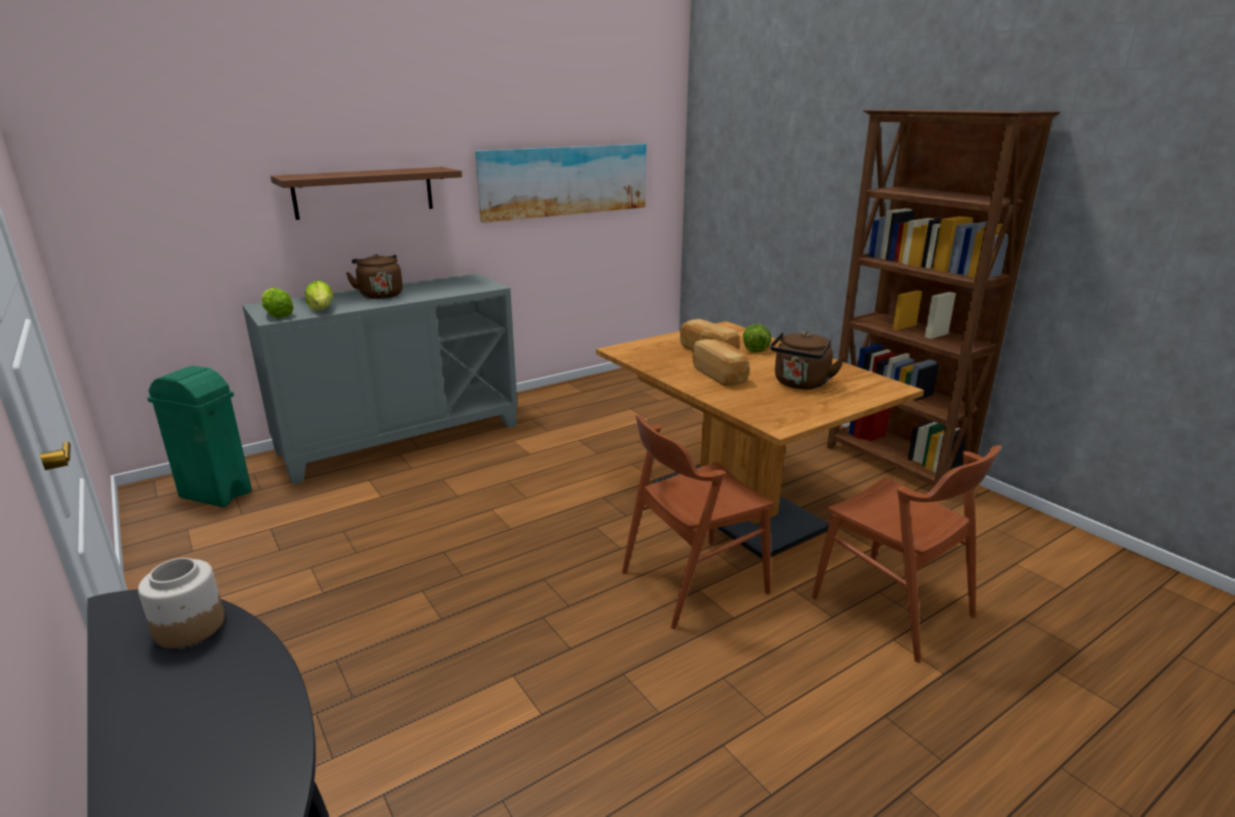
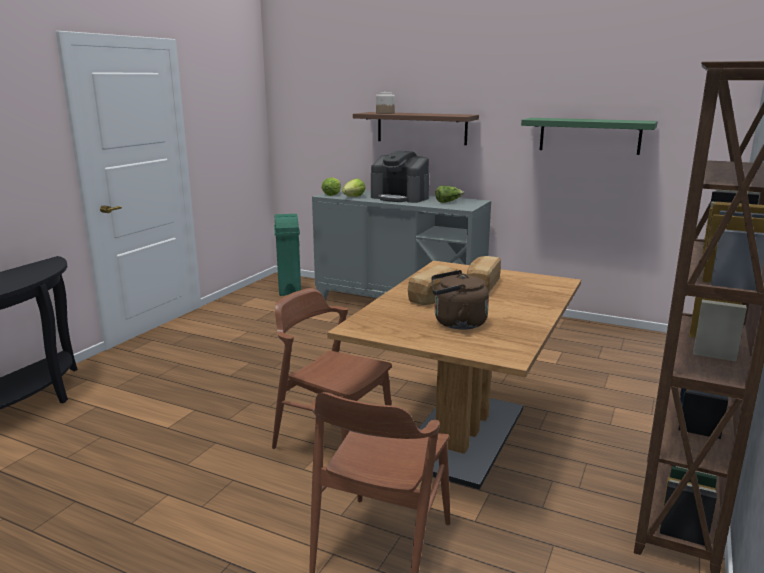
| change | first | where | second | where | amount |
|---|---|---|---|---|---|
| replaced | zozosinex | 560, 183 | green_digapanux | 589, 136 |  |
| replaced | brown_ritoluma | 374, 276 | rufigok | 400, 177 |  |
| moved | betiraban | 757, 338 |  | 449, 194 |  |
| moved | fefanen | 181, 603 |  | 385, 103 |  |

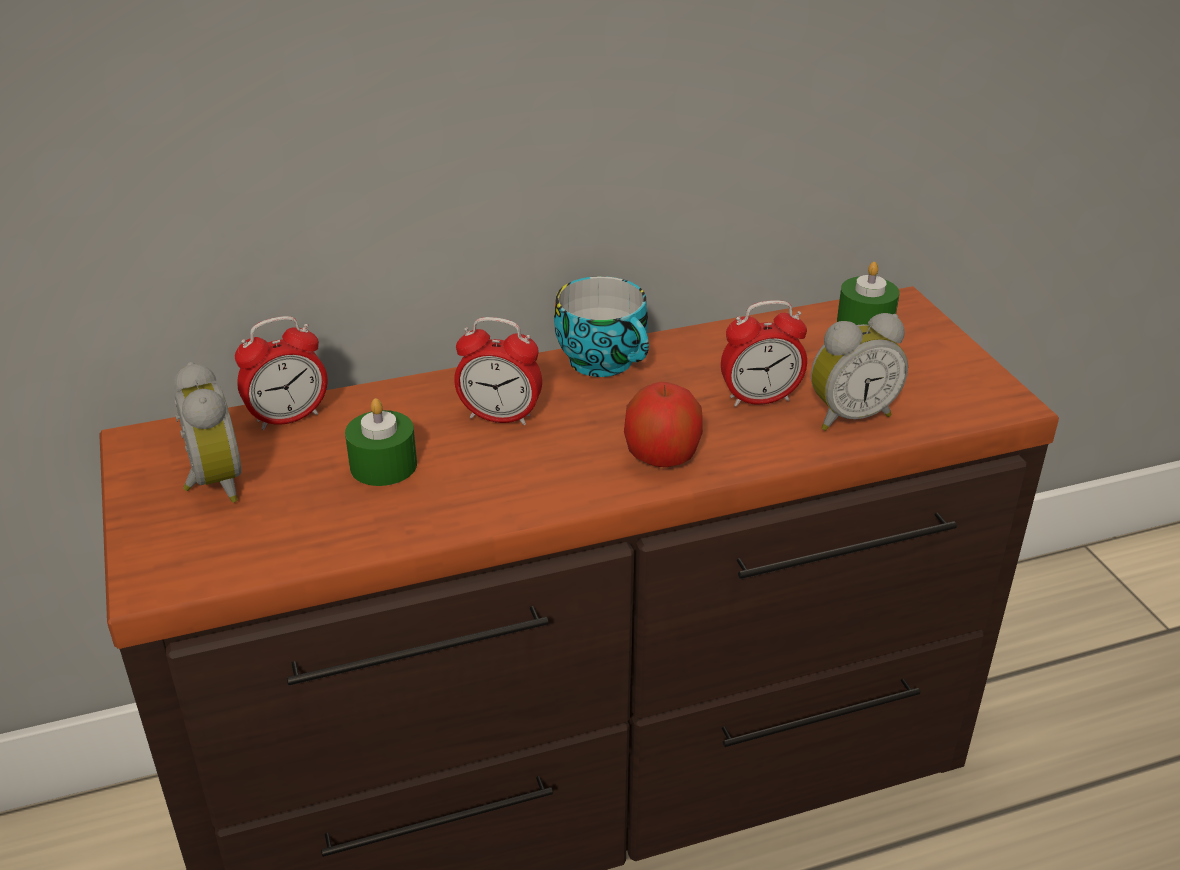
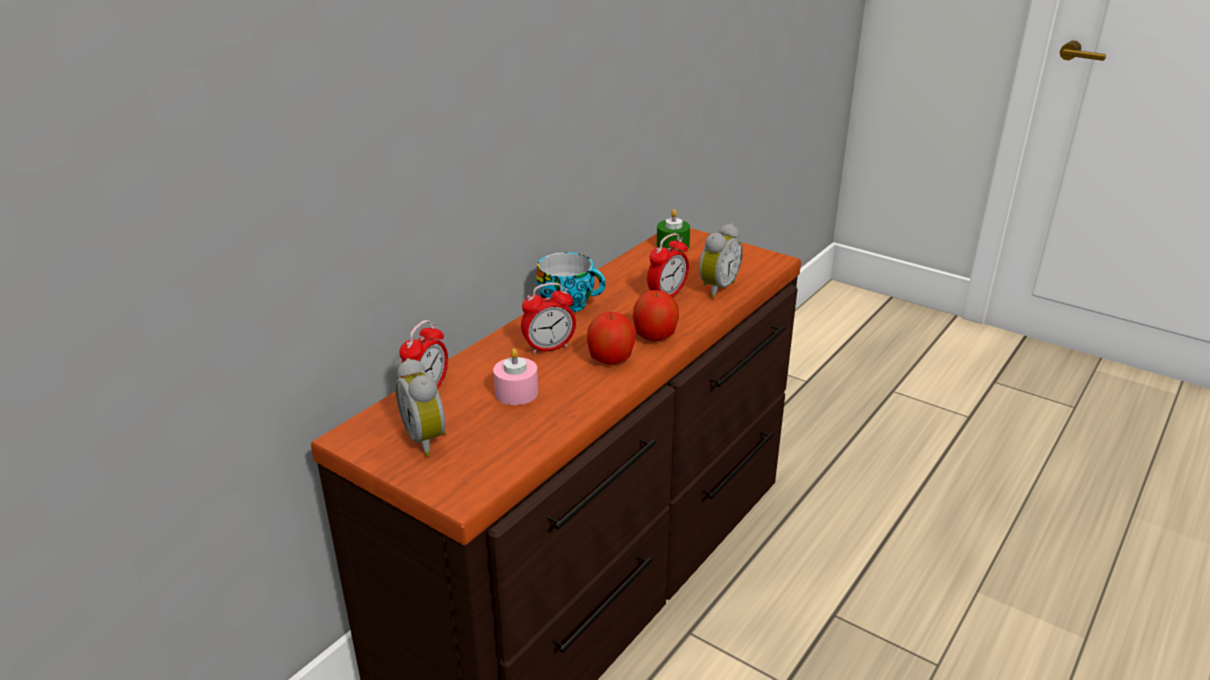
| change | first | where | second | where | amount |
|---|---|---|---|---|---|
| turned | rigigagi | 208, 432 |  | 420, 407 | 150 degrees counterclockwise |
| recoloured | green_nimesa | 381, 442 | pink_nimesa | 515, 376 |  |
| added |  |  | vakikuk | 611, 338 |  |

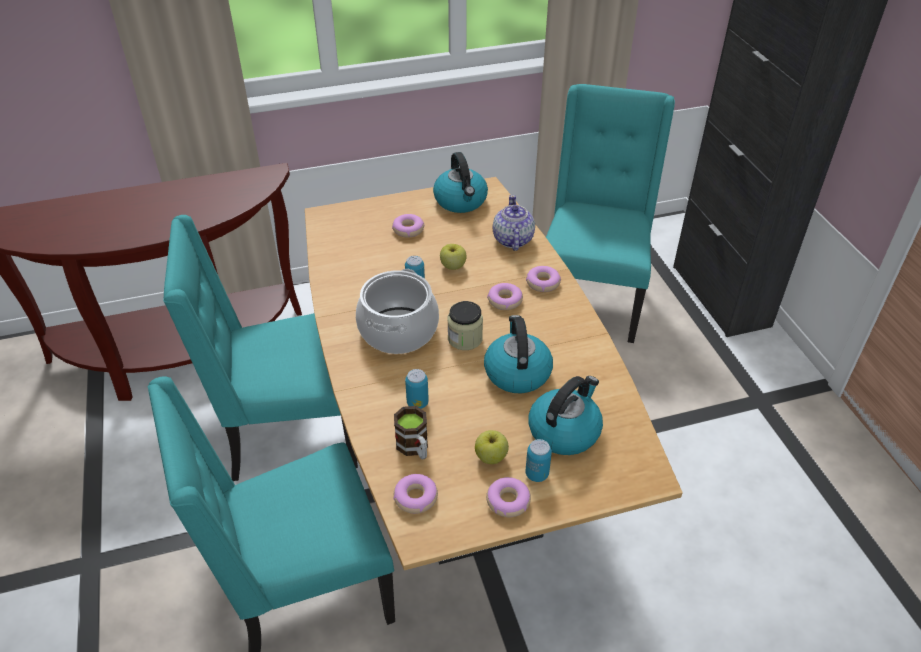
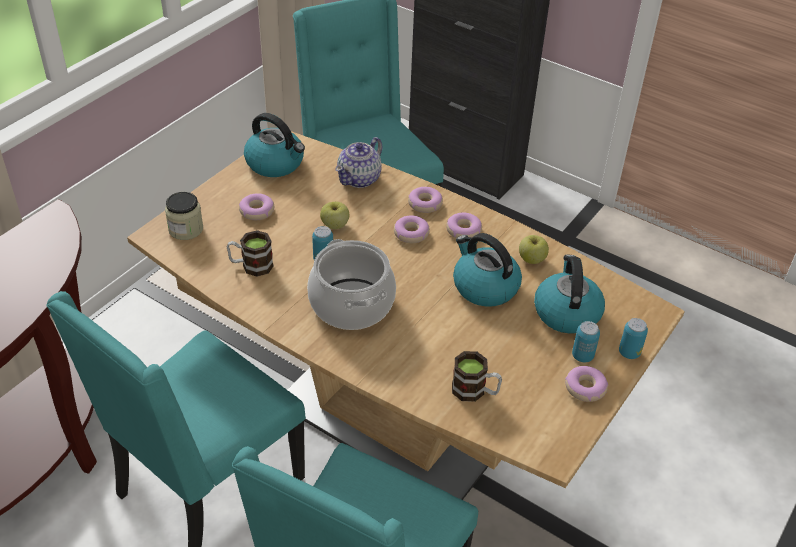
| change | first | where | second | where | amount |
|---|---|---|---|---|---|
| turned | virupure | 514, 223 |  | 358, 162 | 105 degrees counterclockwise |
| moved | fefanen | 465, 325 |  | 184, 216 |  |
| moved | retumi | 417, 389 |  | 633, 338 |  |
| moved | vakikuk | 492, 447 |  | 534, 249 |  |
| moved | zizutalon | 415, 494 |  | 464, 225 |  |
| added |  |  | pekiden | 250, 253 |  |

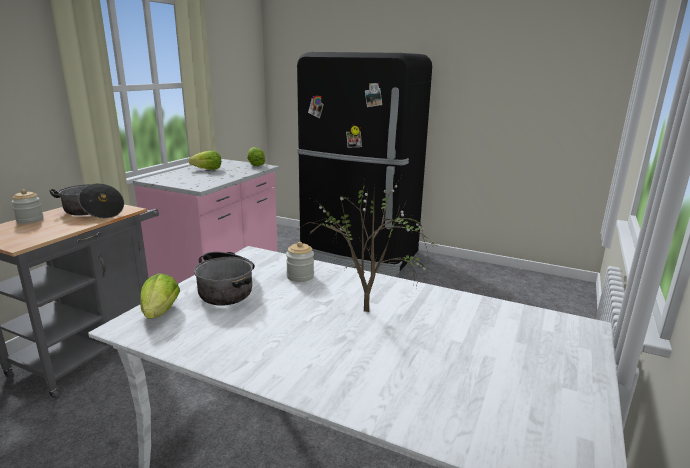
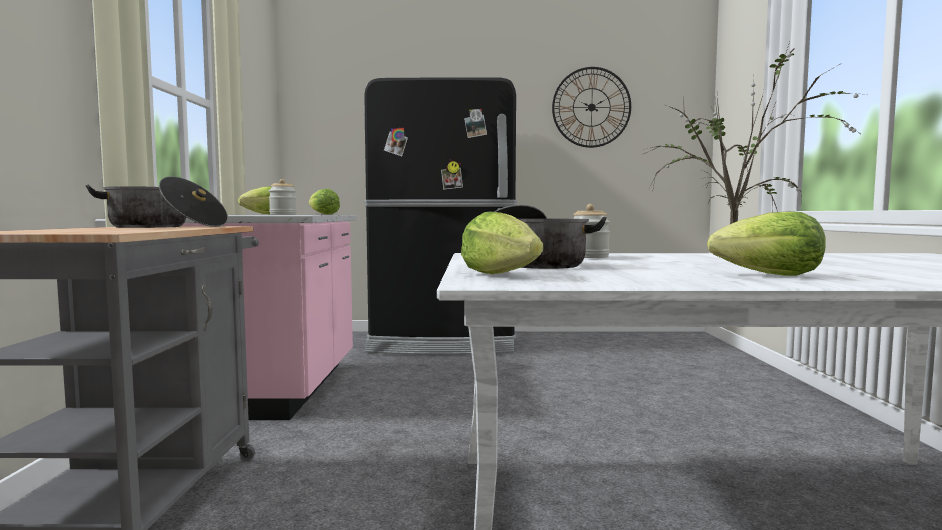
| change | first | where | second | where | amount |
|---|---|---|---|---|---|
| moved | fefanen | 27, 207 |  | 283, 197 |  |
| added |  |  | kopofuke | 591, 107 |  |
| added |  |  | betiraban | 766, 243 |  |

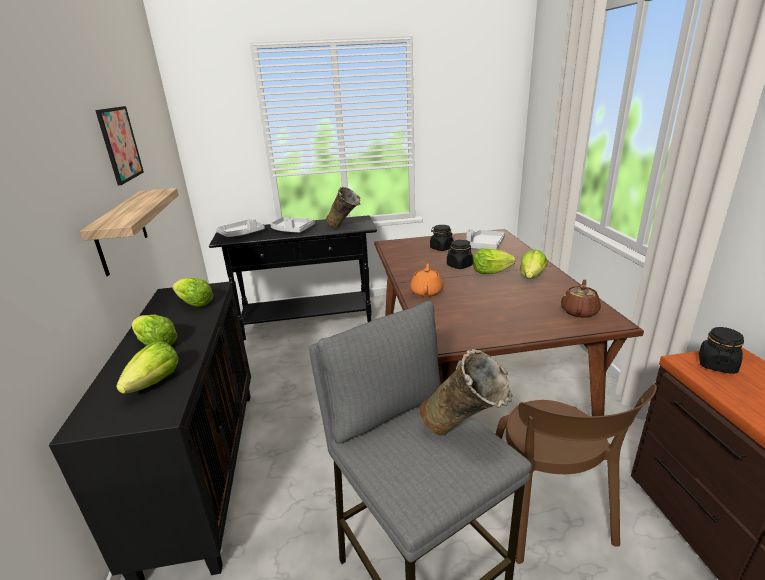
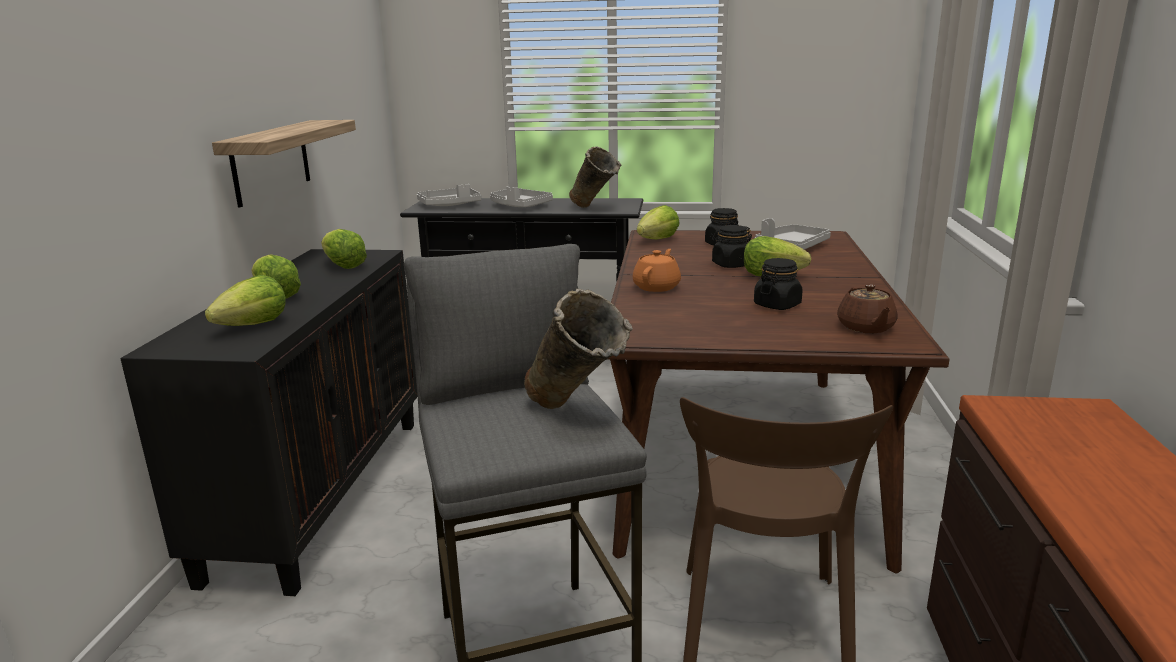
| change | first | where | second | where | amount |
|---|---|---|---|---|---|
| removed | zozosinex | 119, 145 |  |  |  |
| moved | betiraban | 534, 264 |  | 658, 222 |  |
| turned | brown_virupure | 581, 299 |  | 867, 308 | 135 degrees clockwise |
| moved | black_fefanen | 721, 350 |  | 778, 284 |  |

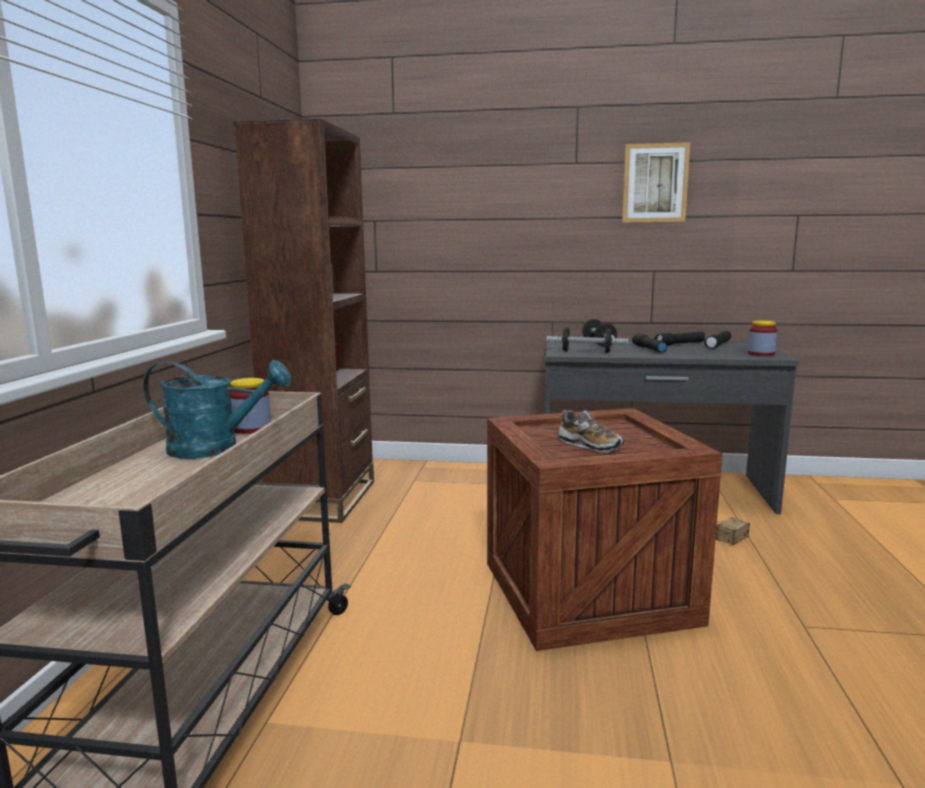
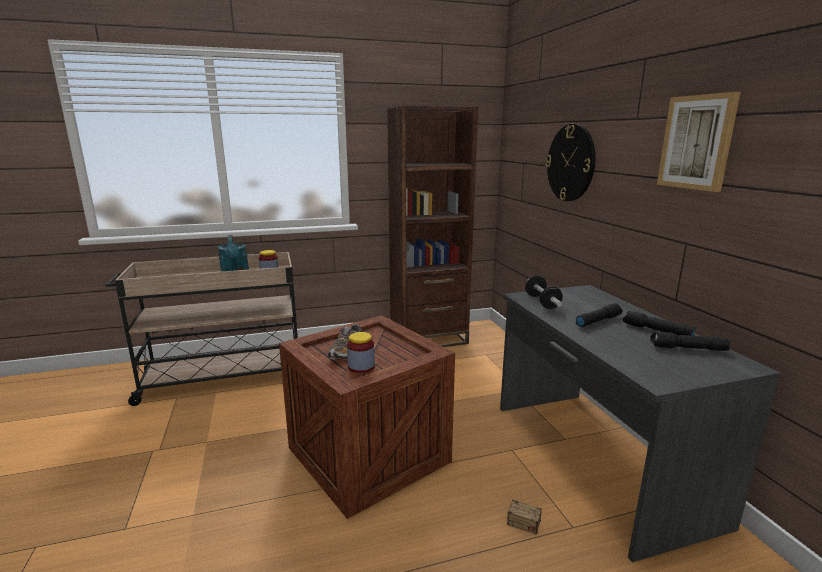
| change | first | where | second | where | amount |
|---|---|---|---|---|---|
| removed | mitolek | 599, 333 |  |  |  |
| moved | fefanen | 762, 338 |  | 361, 352 |  |
| added |  |  | kopofuke | 570, 162 |  |

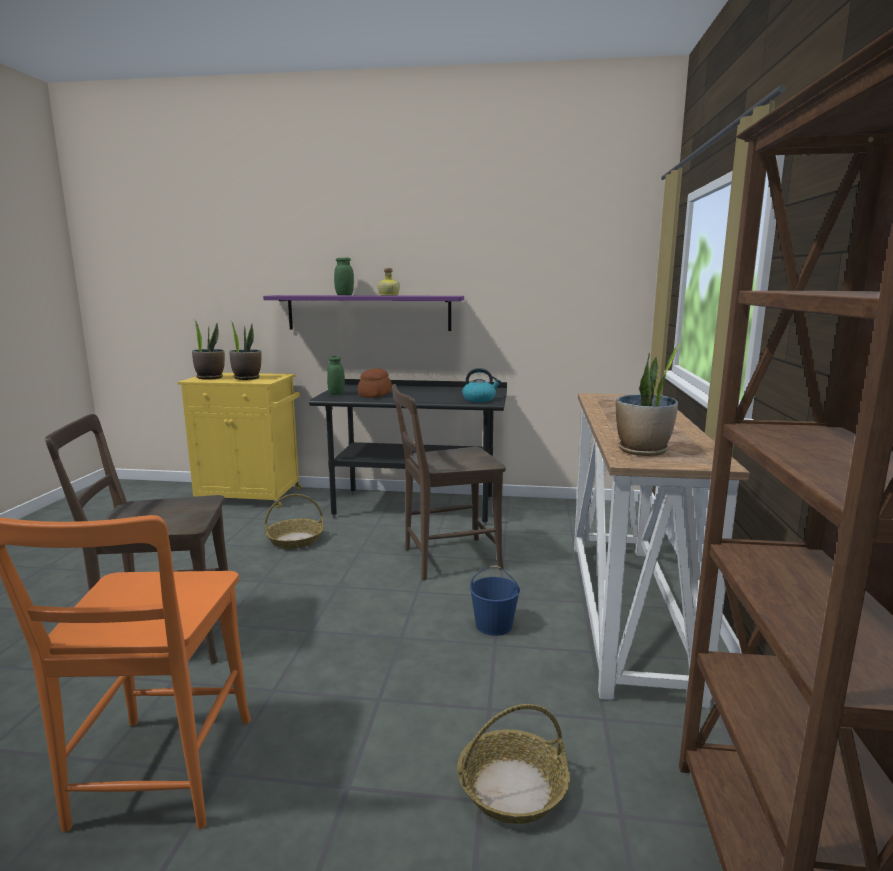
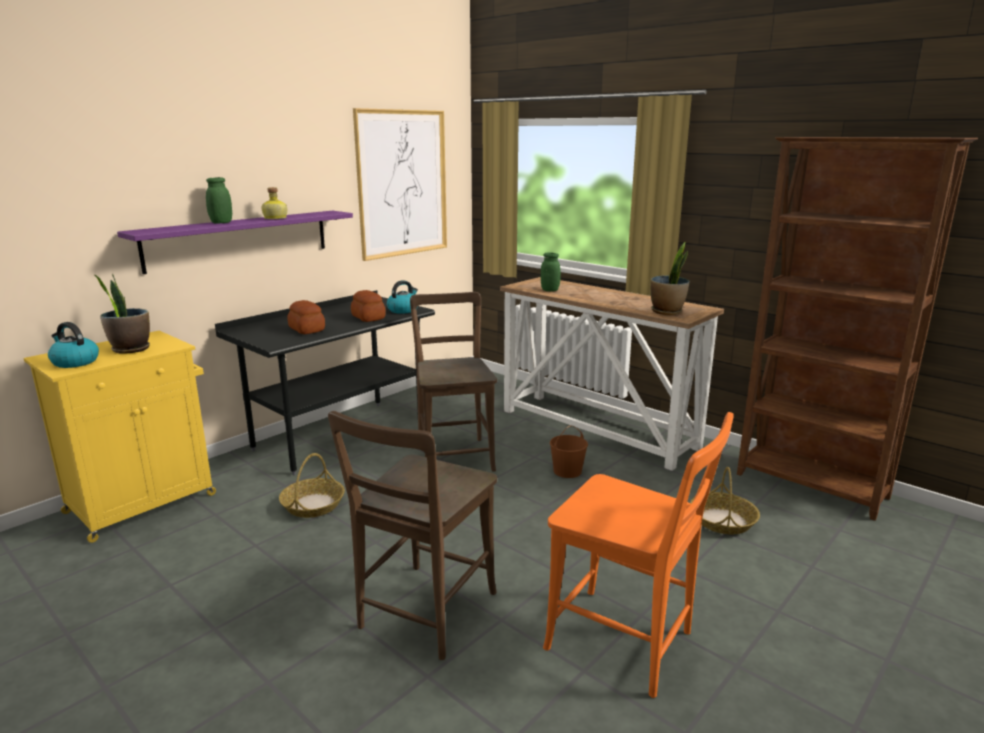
| change | first | where | second | where | amount |
|---|---|---|---|---|---|
| replaced | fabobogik | 208, 350 | ritoluma | 73, 345 |  |
| moved | green_fefanen | 336, 375 |  | 551, 271 |  |
| turned | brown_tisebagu | 449, 482 |  | 453, 382 | 150 degrees clockwise |
| recoloured | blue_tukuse | 495, 601 | brown_tukuse | 569, 451 |  |
| added |  |  | zozosinex | 400, 184 |  |
| added |  |  | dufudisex | 368, 306 |  |

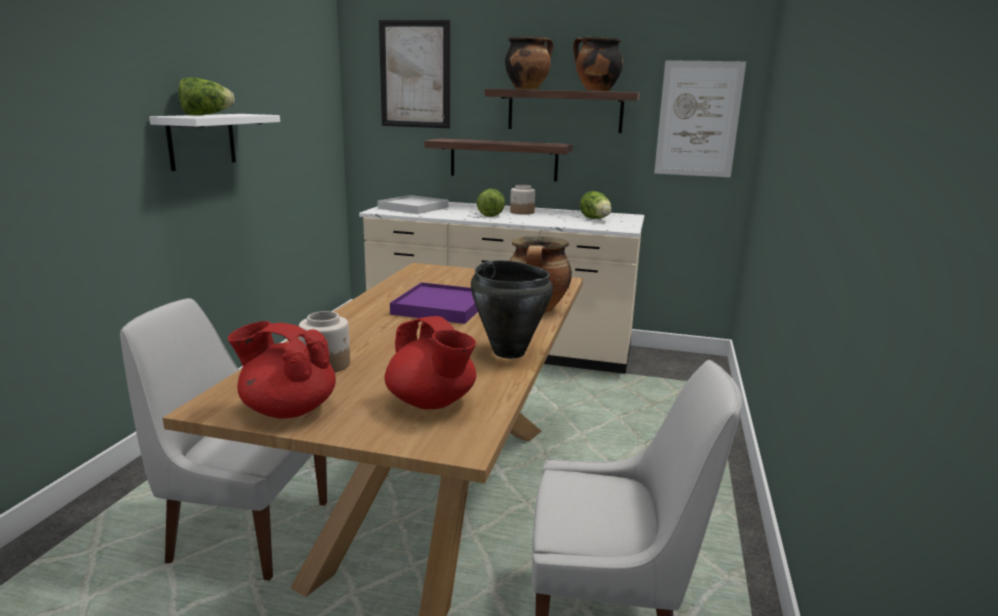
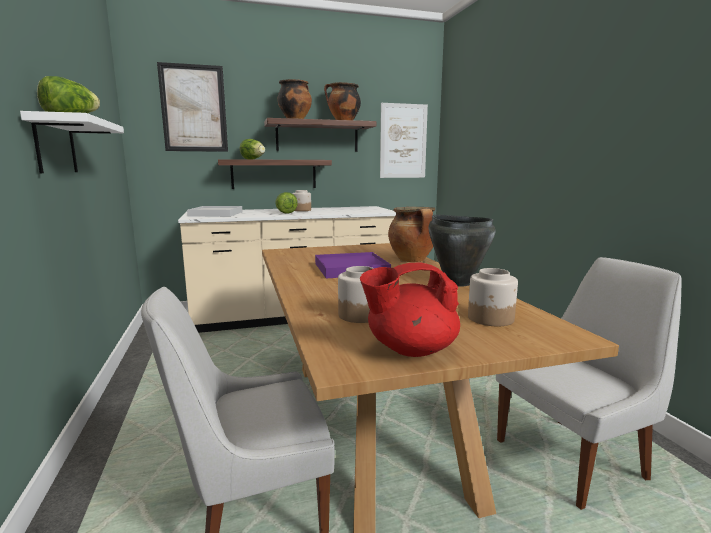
| change | first | where | second | where | amount |
|---|---|---|---|---|---|
| moved | betiraban | 596, 205 |  | 252, 149 |  |
| replaced | red_virupure | 430, 363 | fefanen | 493, 297 |  |

